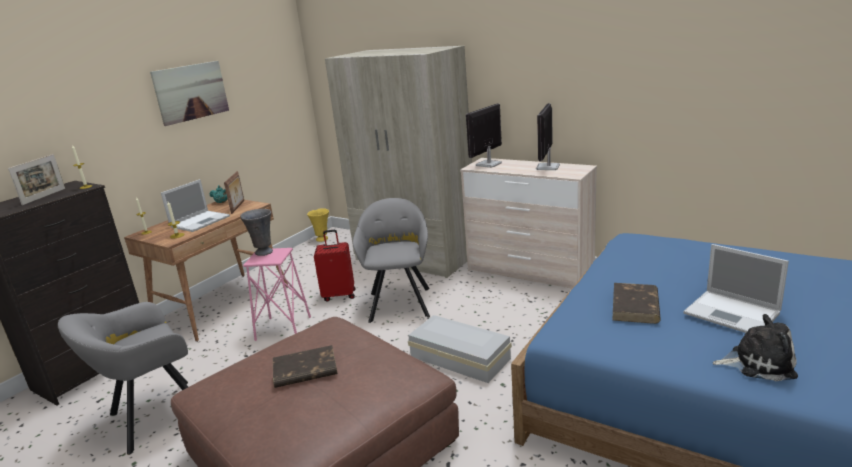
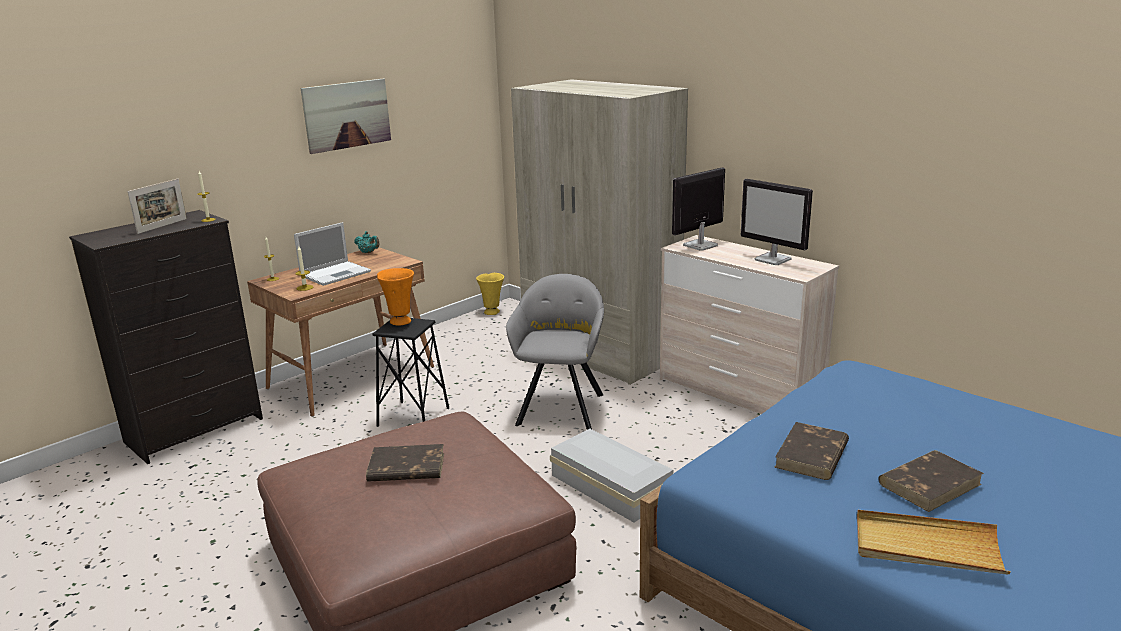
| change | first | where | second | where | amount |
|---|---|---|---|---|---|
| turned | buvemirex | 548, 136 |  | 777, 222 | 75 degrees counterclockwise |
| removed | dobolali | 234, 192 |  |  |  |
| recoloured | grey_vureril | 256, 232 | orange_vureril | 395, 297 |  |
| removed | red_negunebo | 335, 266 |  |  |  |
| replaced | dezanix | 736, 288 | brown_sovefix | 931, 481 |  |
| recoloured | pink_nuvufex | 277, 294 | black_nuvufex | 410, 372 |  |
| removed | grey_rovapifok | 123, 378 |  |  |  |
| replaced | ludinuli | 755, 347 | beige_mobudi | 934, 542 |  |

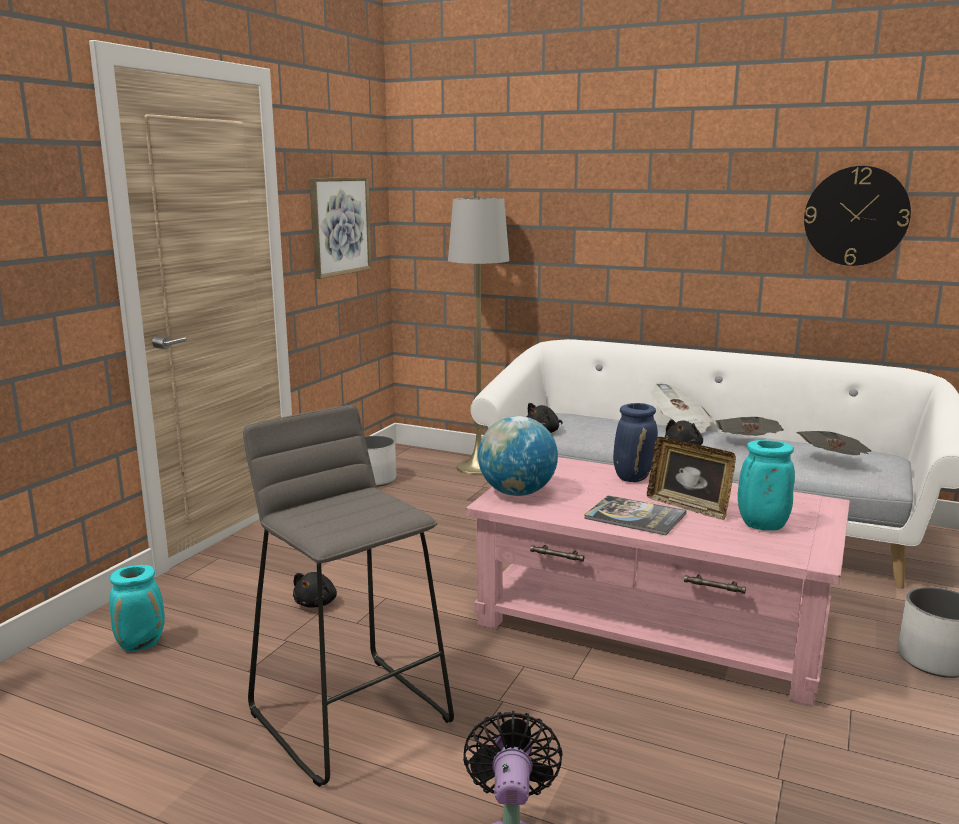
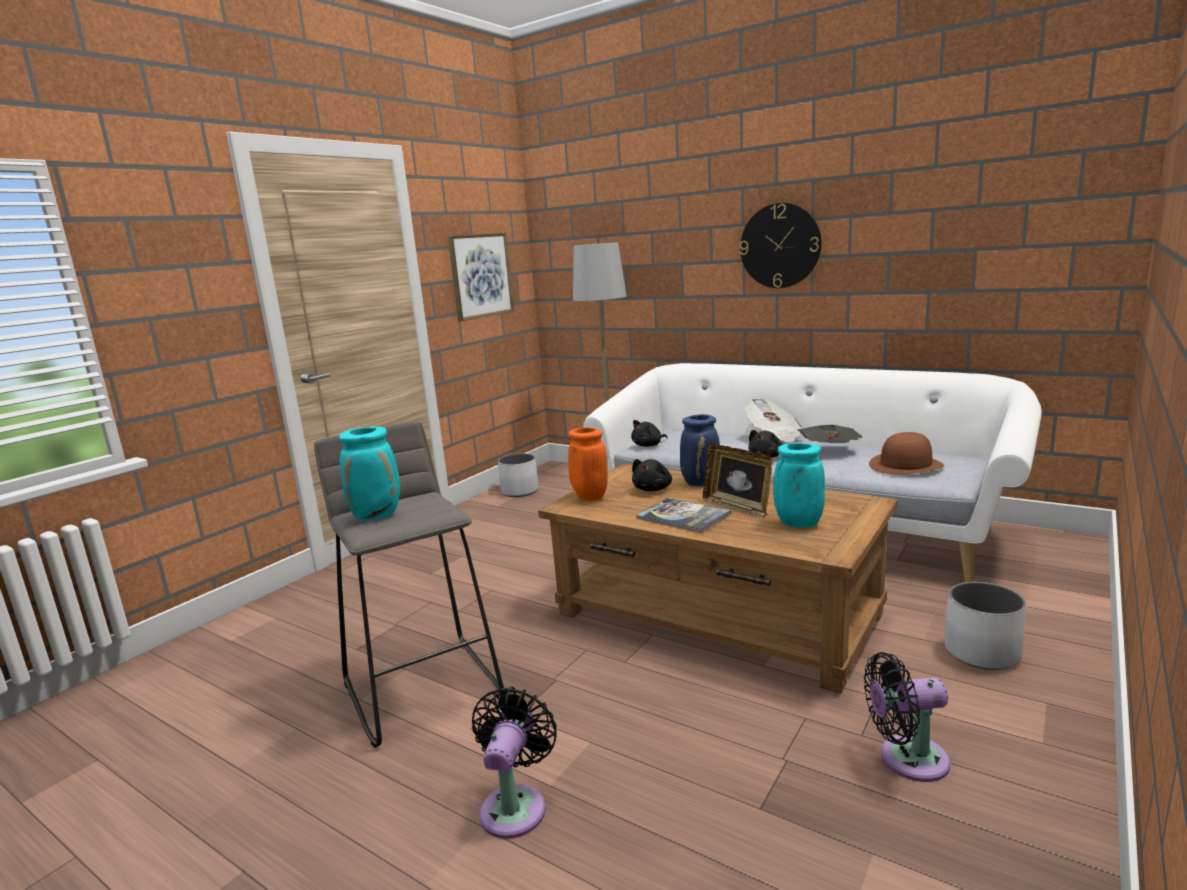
| change | first | where | second | where | amount |
|---|---|---|---|---|---|
| moved | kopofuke | 857, 216 |  | 780, 245 |  |
| replaced | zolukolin | 518, 456 | orange_vureril | 588, 464 |  |
| replaced | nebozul | 833, 443 | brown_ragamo | 906, 453 |  |
| recoloured | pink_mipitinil | 658, 582 | brown_mipitinil | 718, 578 |  |
| moved | turquoise_vureril | 137, 608 |  | 369, 473 |  |
| moved | black_ludinuli | 315, 590 |  | 652, 475 |  |
| added |  |  | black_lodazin | 907, 717 |  |

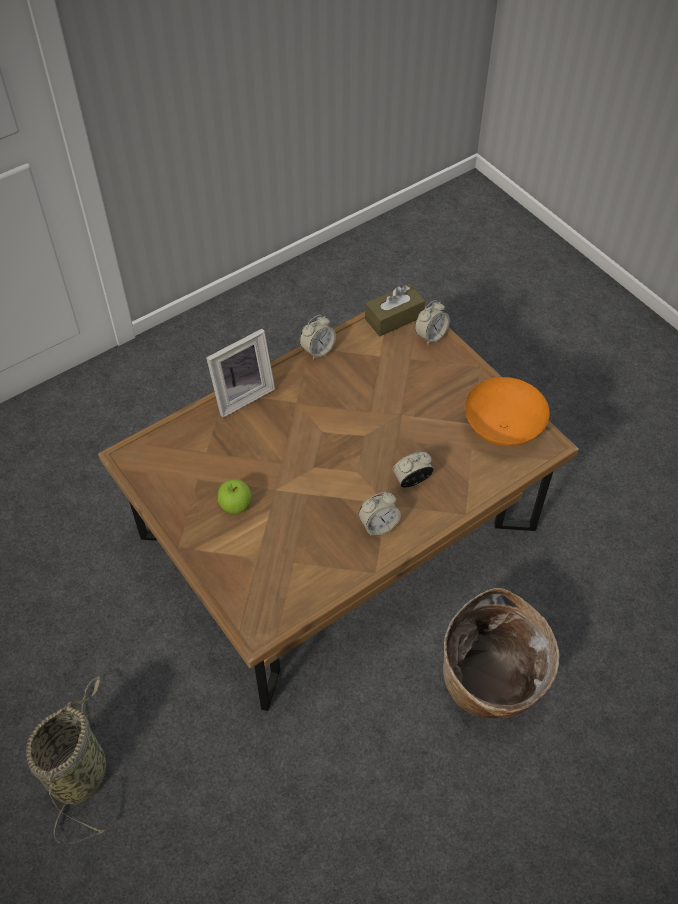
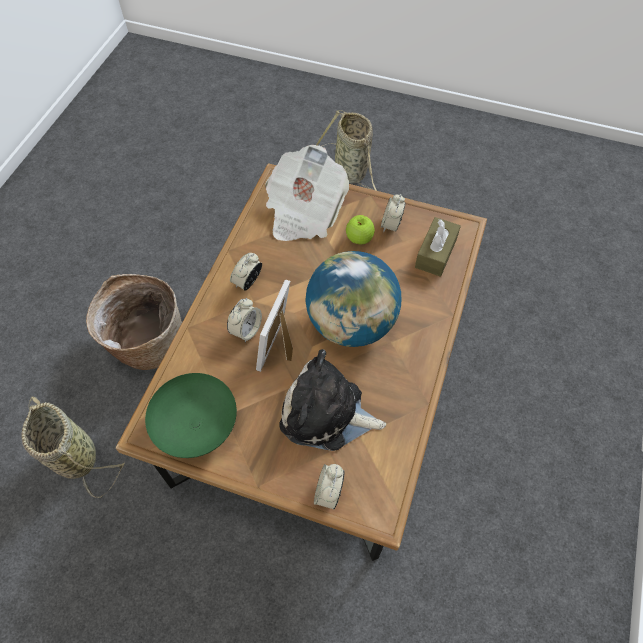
| change | first | where | second | where | amount |
|---|---|---|---|---|---|
| moved | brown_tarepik | 395, 310 |  | 438, 247 |  |
| moved | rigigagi | 318, 337 |  | 393, 213 |  |
| moved | dobolali | 240, 373 |  | 274, 326 |  |
| recoloured | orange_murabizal | 507, 411 | green_murabizal | 191, 415 |  |
| added |  |  | nebozul | 307, 193 |  |
| added |  |  | zolukolin | 353, 299 |  |
| added |  |  | ludinuli | 333, 400 |  |
| added |  |  | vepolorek | 73, 447 |  |

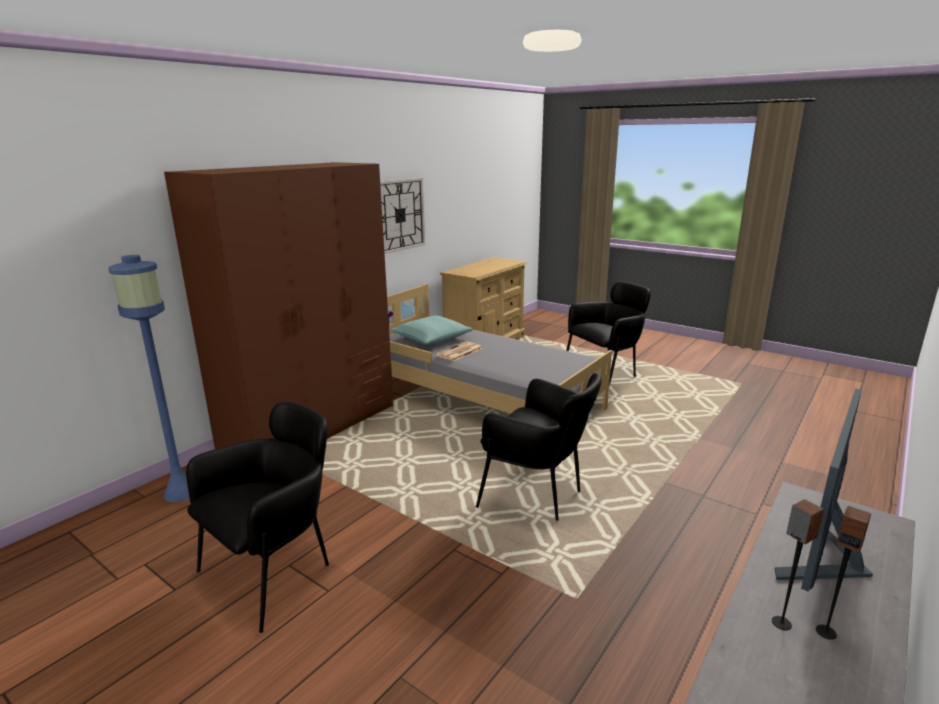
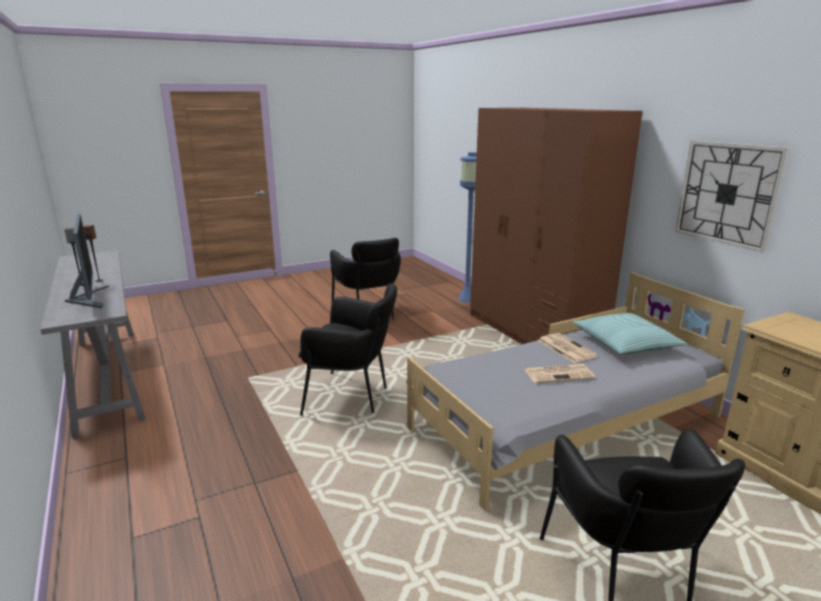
| change | first | where | second | where | amount |
|---|---|---|---|---|---|
| turned | black_rovapifok | 538, 447 |  | 348, 350 | 135 degrees counterclockwise |
| added |  |  | nebozul | 559, 373 |  |

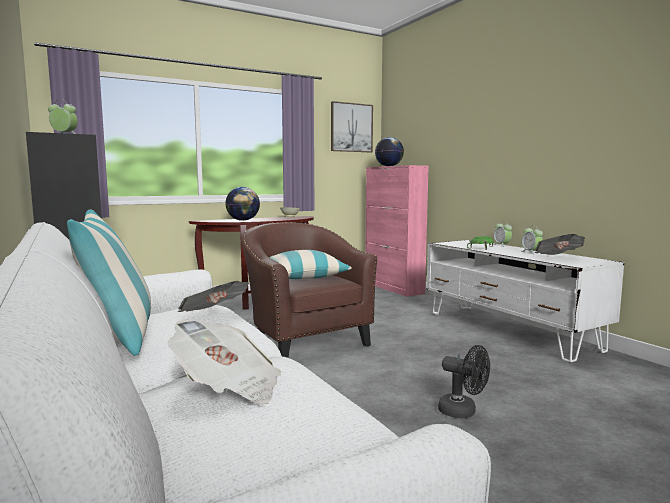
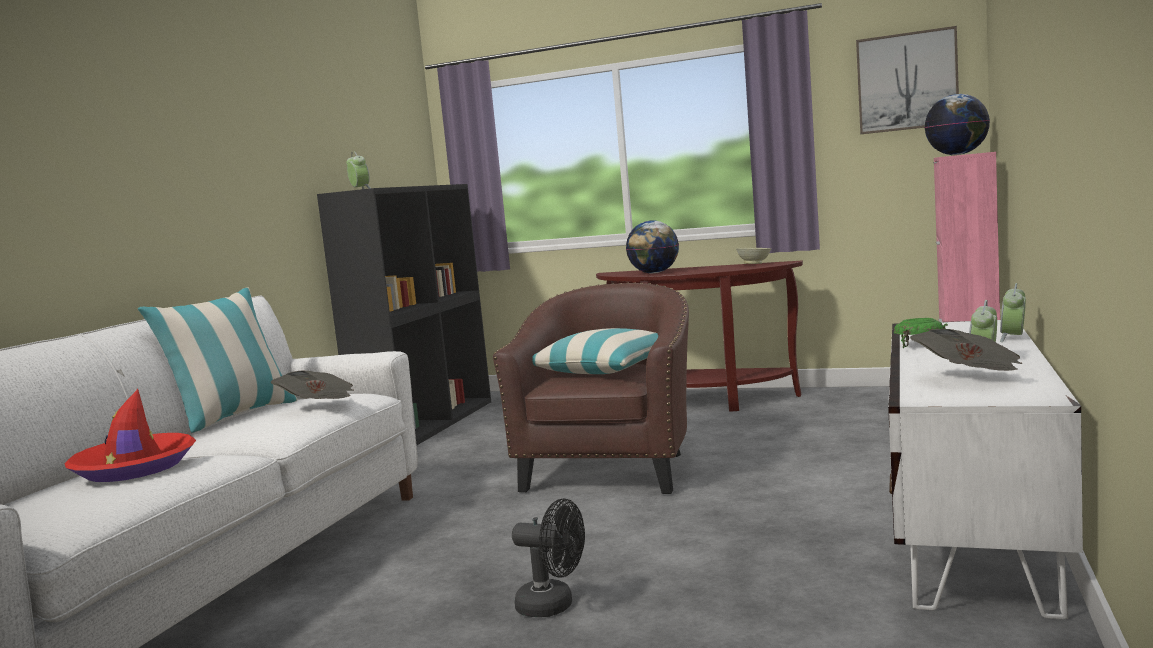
| change | first | where | second | where | amount |
|---|---|---|---|---|---|
| replaced | nebozul | 224, 362 | red_ragamo | 130, 435 |  |
| turned | black_lodazin | 464, 382 |  | 548, 557 | 60 degrees counterclockwise |

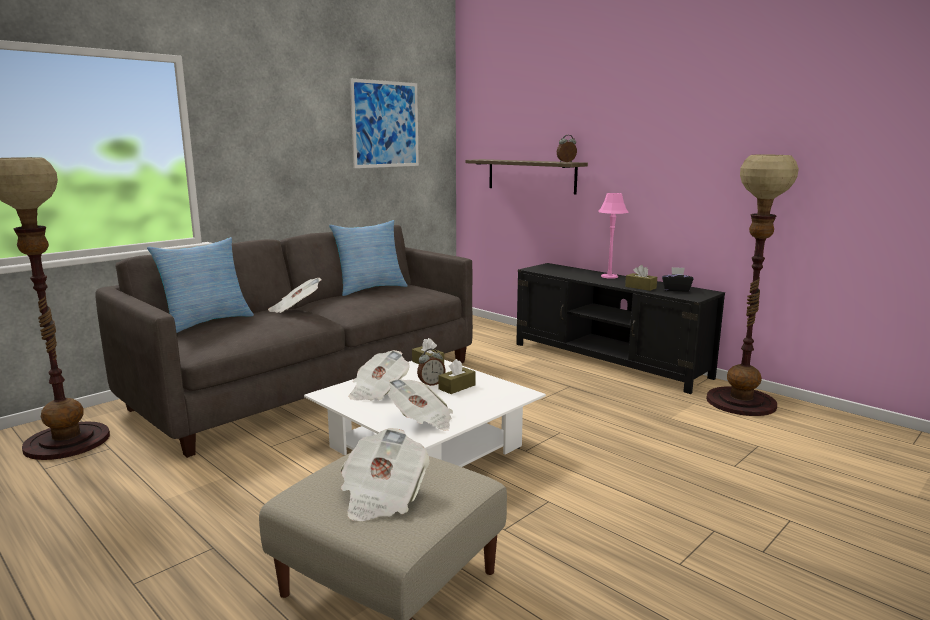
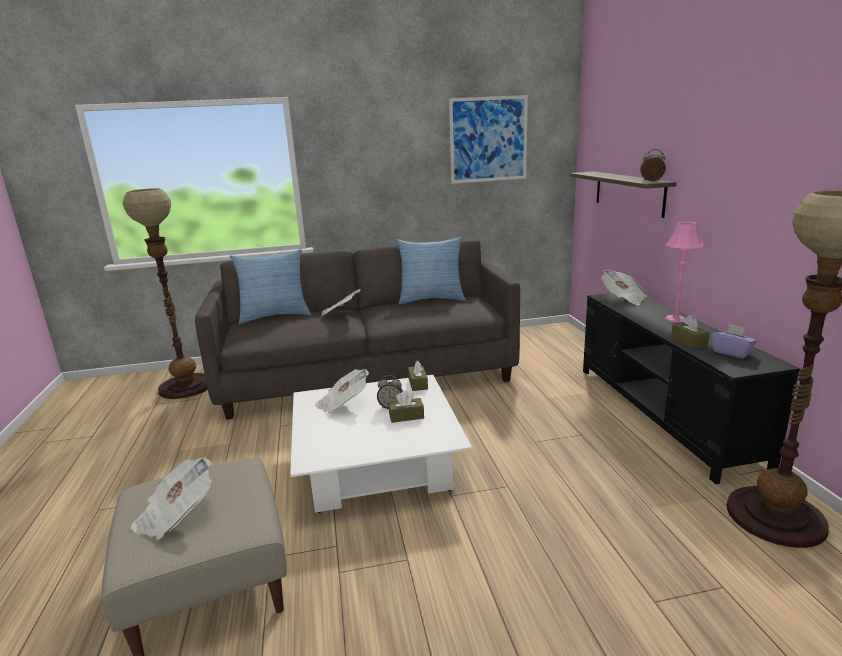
| change | first | where | second | where | amount |
|---|---|---|---|---|---|
| recoloured | black_tarepik | 677, 279 | purple_tarepik | 734, 341 |  |
| moved | nebozul | 420, 405 |  | 624, 287 |  |

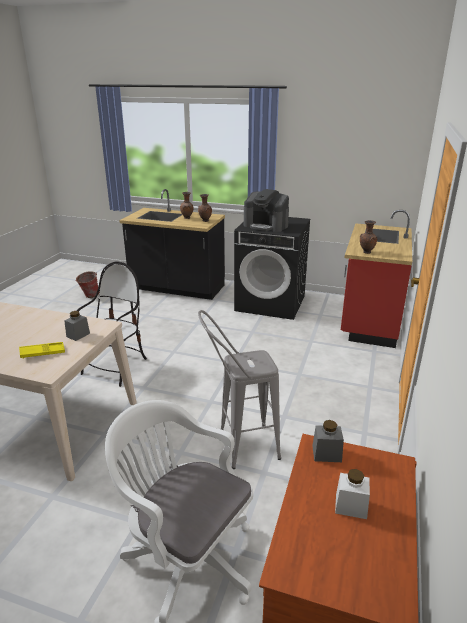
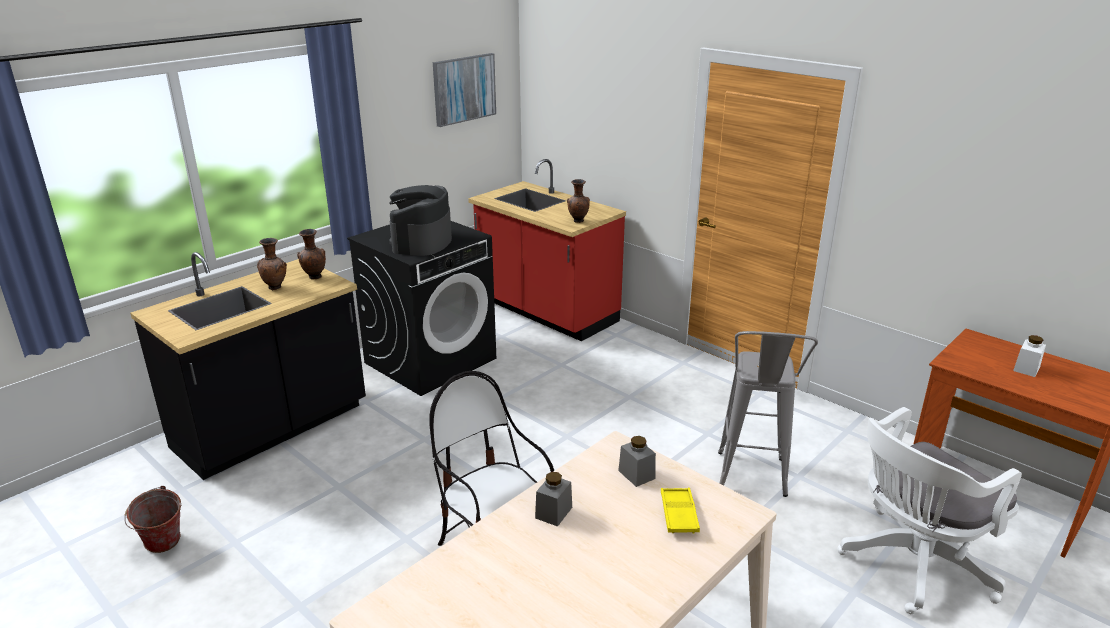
| change | first | where | second | where | amount |
|---|---|---|---|---|---|
| turned | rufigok | 266, 210 |  | 420, 220 | 135 degrees clockwise |
| moved | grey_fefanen | 328, 441 |  | 553, 499 |  |
| added |  |  | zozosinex | 464, 90 |  |

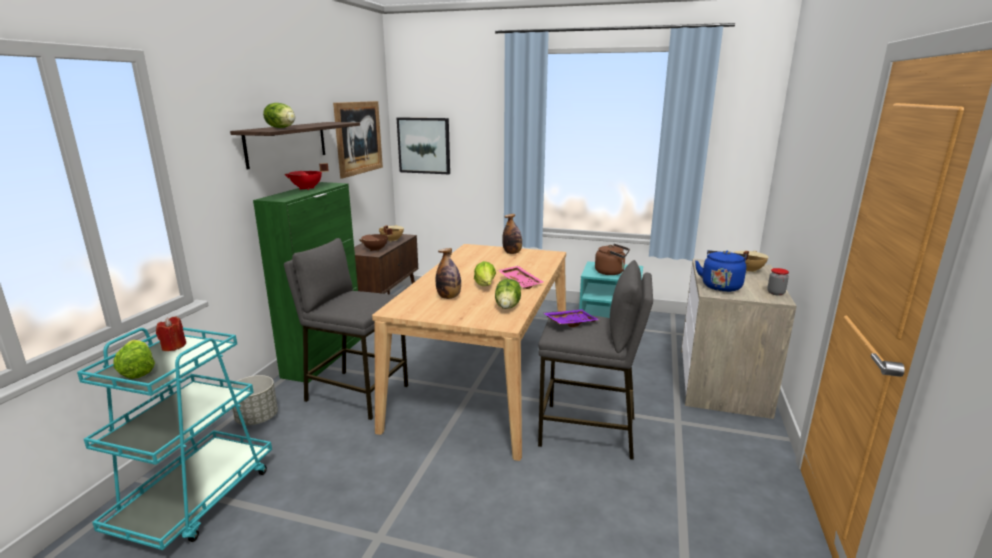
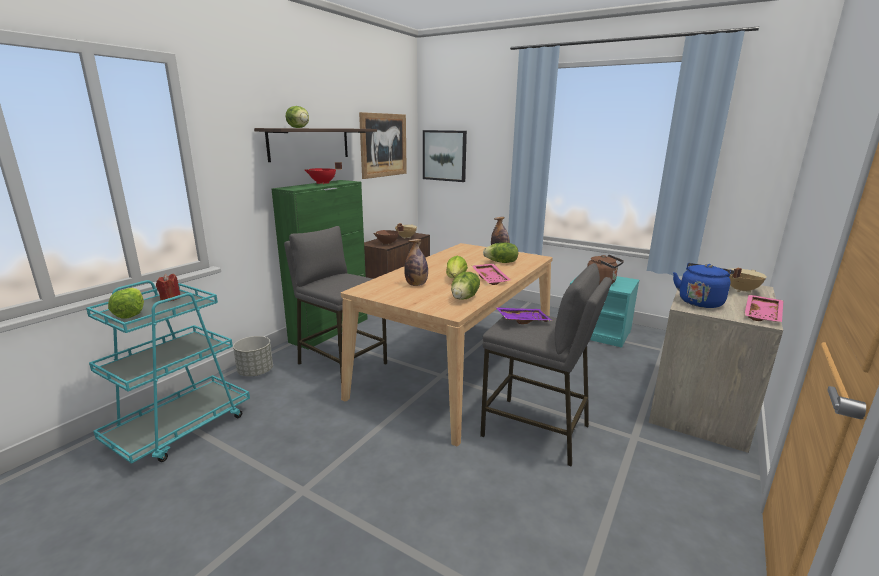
| change | first | where | second | where | amount |
|---|---|---|---|---|---|
| replaced | fefanen | 778, 282 | pink_mobudi | 764, 308 |  |
| added |  |  | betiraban | 500, 253 |  |

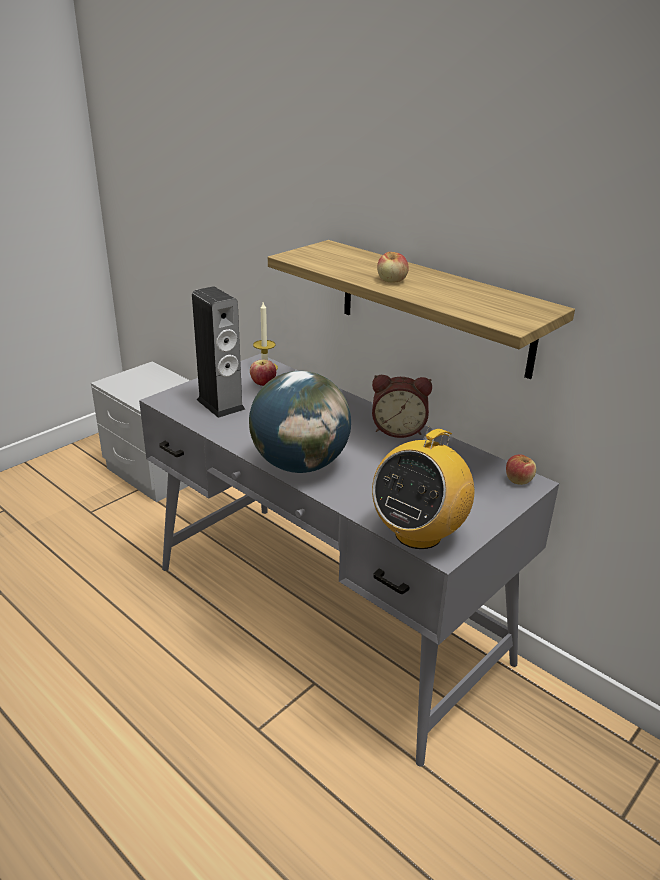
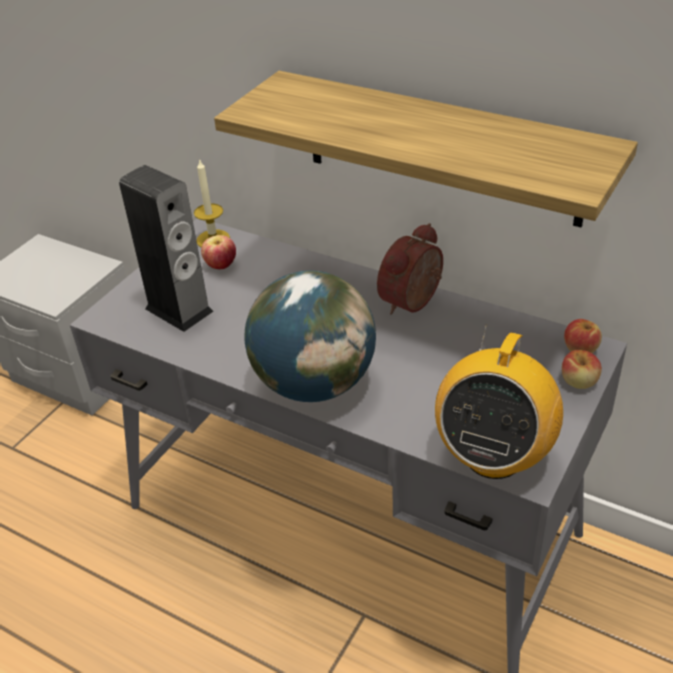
| change | first | where | second | where | amount |
|---|---|---|---|---|---|
| moved | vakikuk | 393, 267 |  | 582, 369 |  |
| turned | rigigagi | 402, 406 |  | 410, 269 | 135 degrees clockwise |

